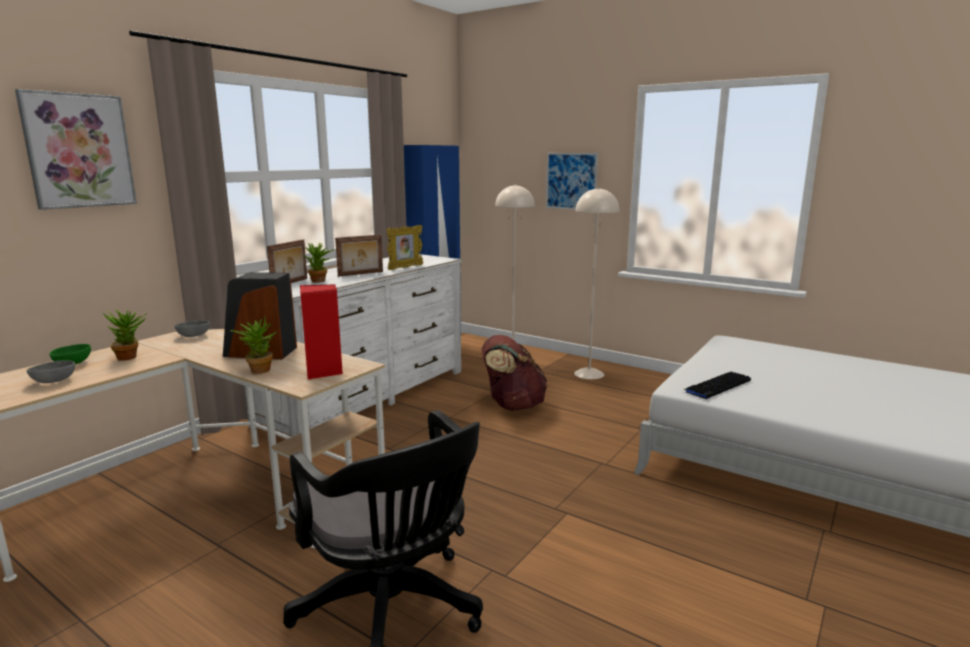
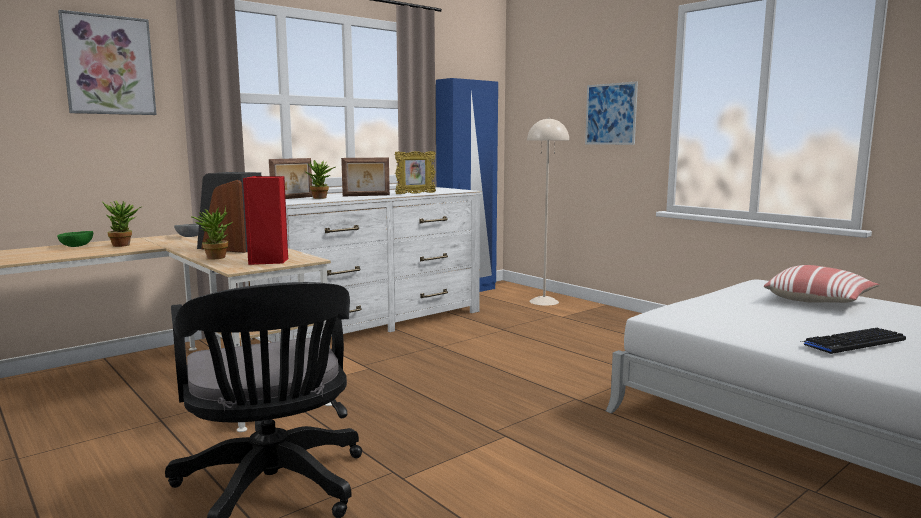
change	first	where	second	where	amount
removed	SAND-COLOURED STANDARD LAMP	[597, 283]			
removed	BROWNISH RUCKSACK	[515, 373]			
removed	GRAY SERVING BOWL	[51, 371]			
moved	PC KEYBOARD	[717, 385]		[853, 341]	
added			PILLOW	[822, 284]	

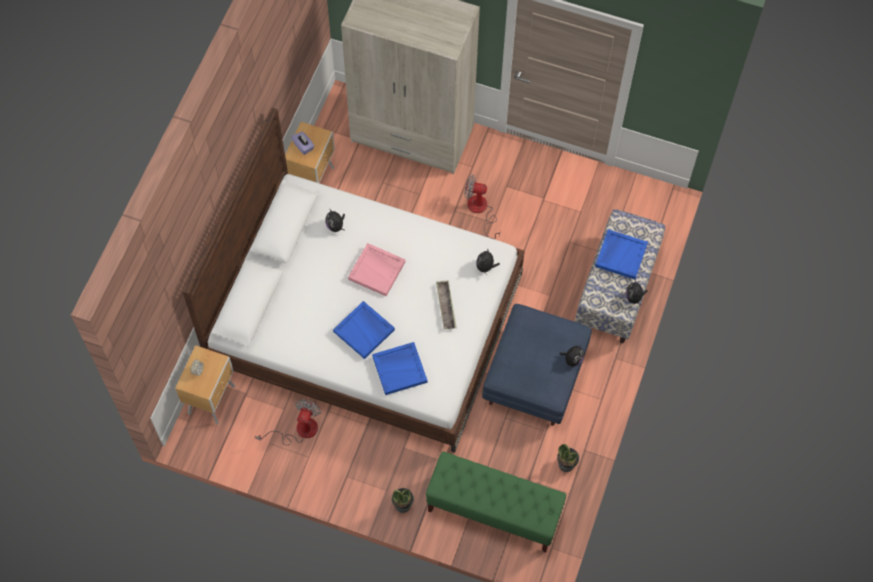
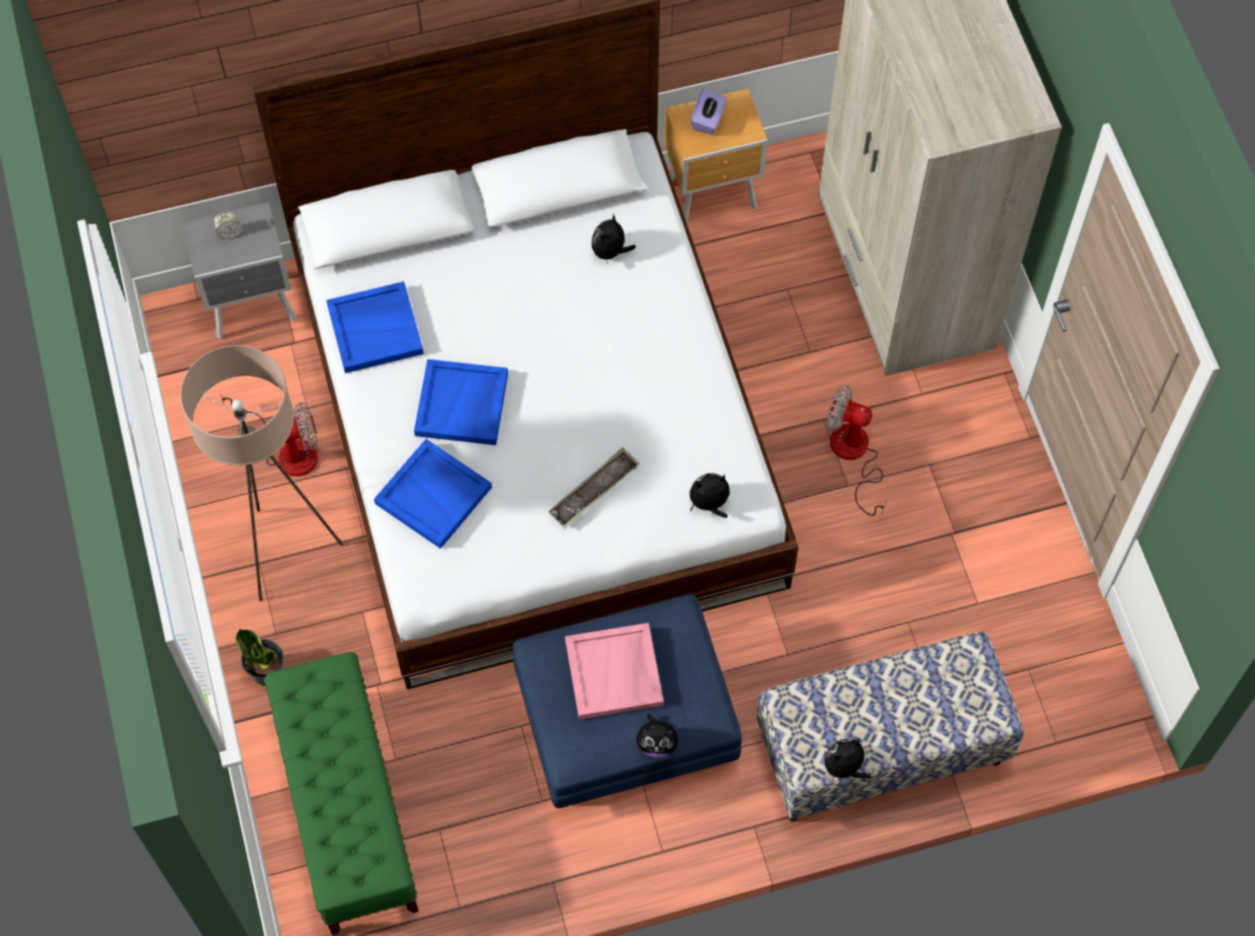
change	first	where	second	where	amount
turned	FAN	[483, 207]		[856, 450]	45 degrees counterclockwise
moved	BLUISH CARRYING TRAY	[621, 254]		[375, 327]	
moved	PINK-COLOURED CARRYING TRAY	[376, 269]		[614, 671]	
recoloured	BROWNISH NIGHTSTAND	[205, 385]	GRAY NIGHTSTAND	[239, 270]	
removed	PLANT IN A POT	[568, 458]			
added			SAND-COLOURED STANDARD LAMP	[261, 473]	

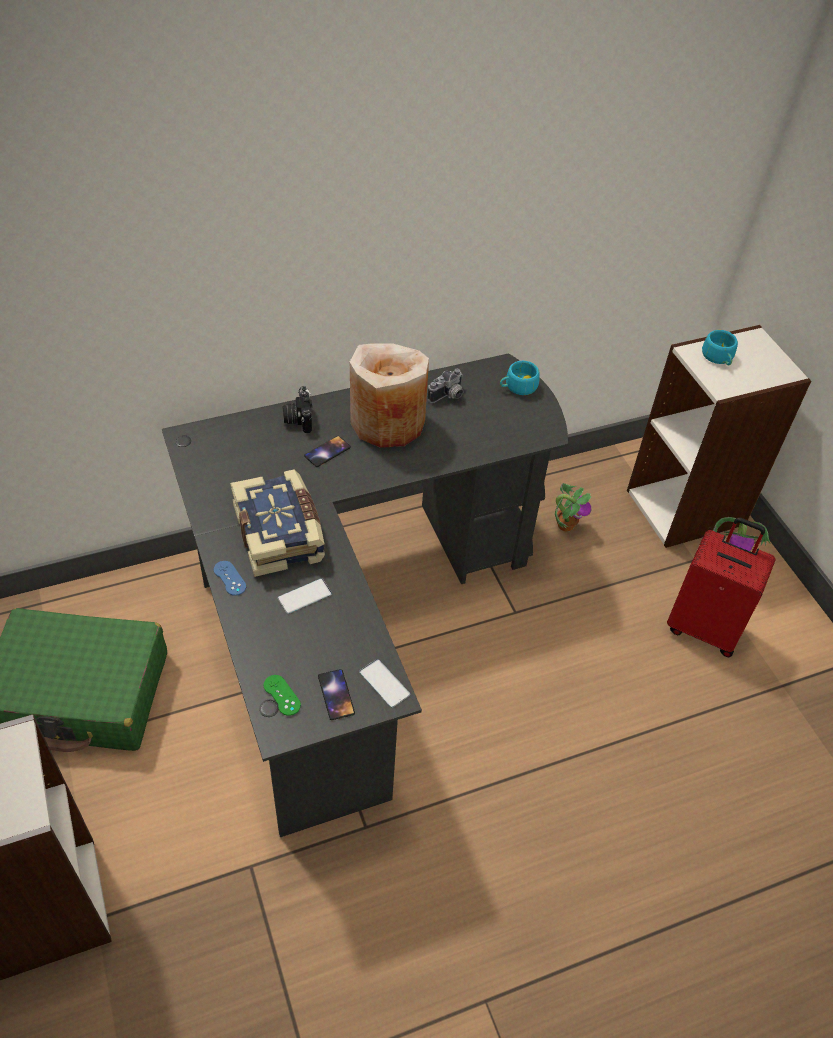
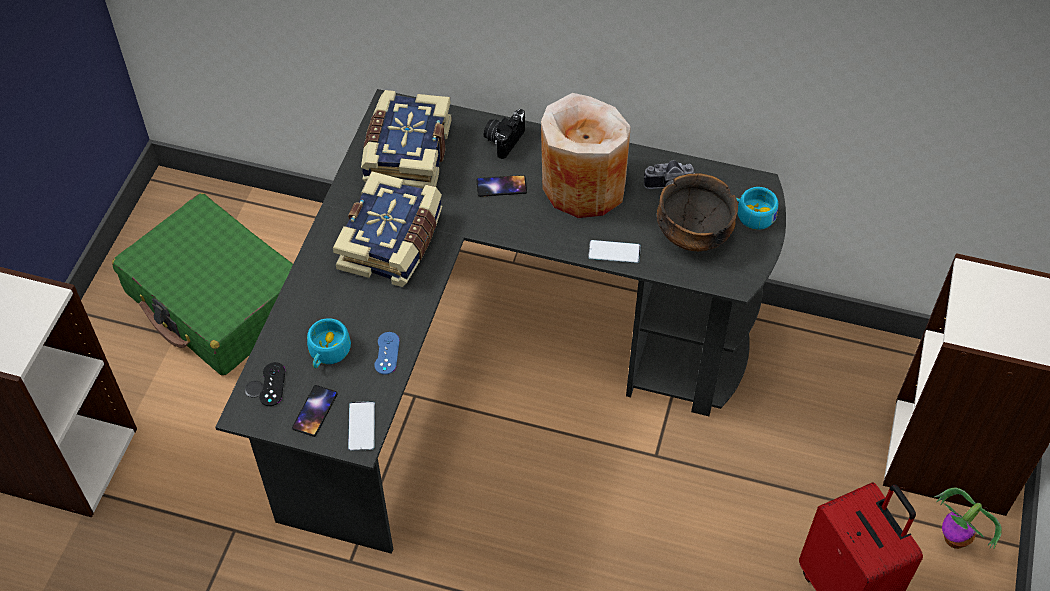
change	first	where	second	where	amount
moved	BLUE-GREEN CUP	[720, 348]		[329, 343]	
removed	PLANT IN A POT	[573, 507]			
moved	BLUISH JOYPAD	[230, 578]		[387, 353]	
moved	HANDSET	[305, 596]		[614, 251]	
recoloured	GREENISH JOYPAD	[282, 695]	BLACKISH JOYPAD	[272, 384]	
added			BOUND BOOK	[406, 139]	
added			SERVING BOWL	[697, 212]	

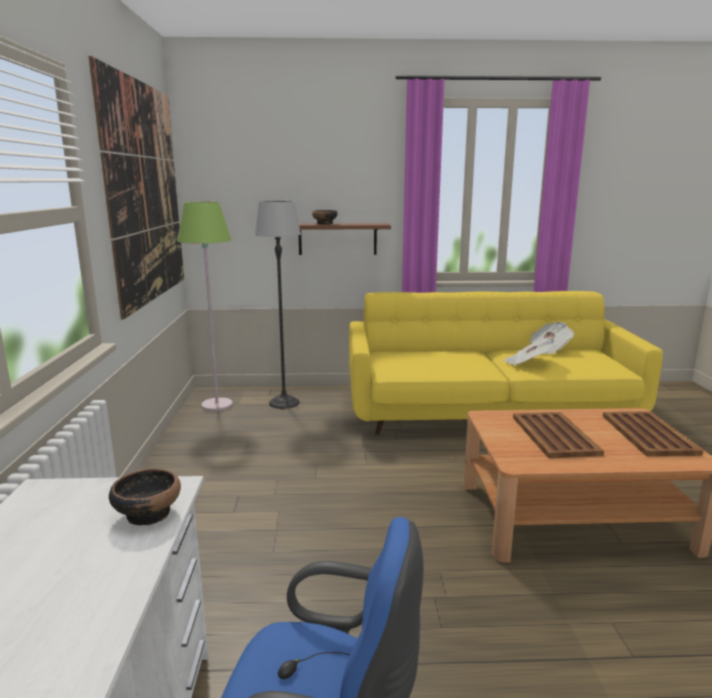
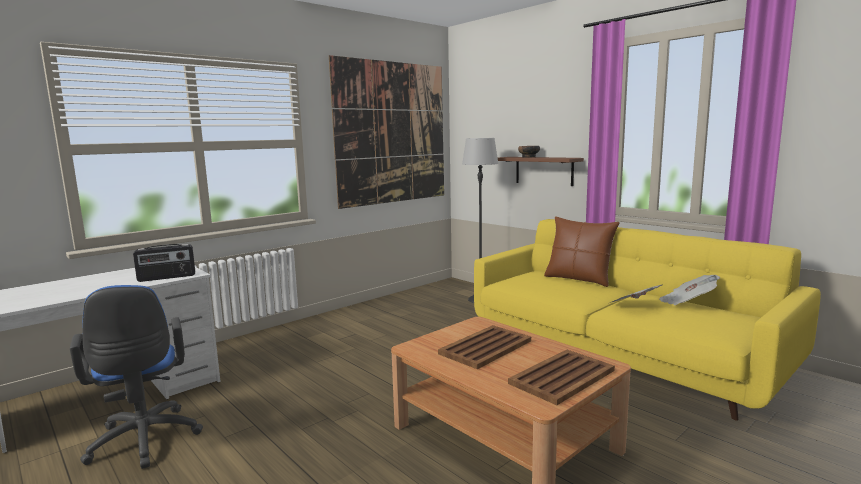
change	first	where	second	where	amount
removed	GREENISH STANDARD LAMP	[205, 307]			
replaced	SERVING BOWL	[145, 497]	RADIO	[164, 263]	
added			BROWNISH PILLOW	[582, 251]	

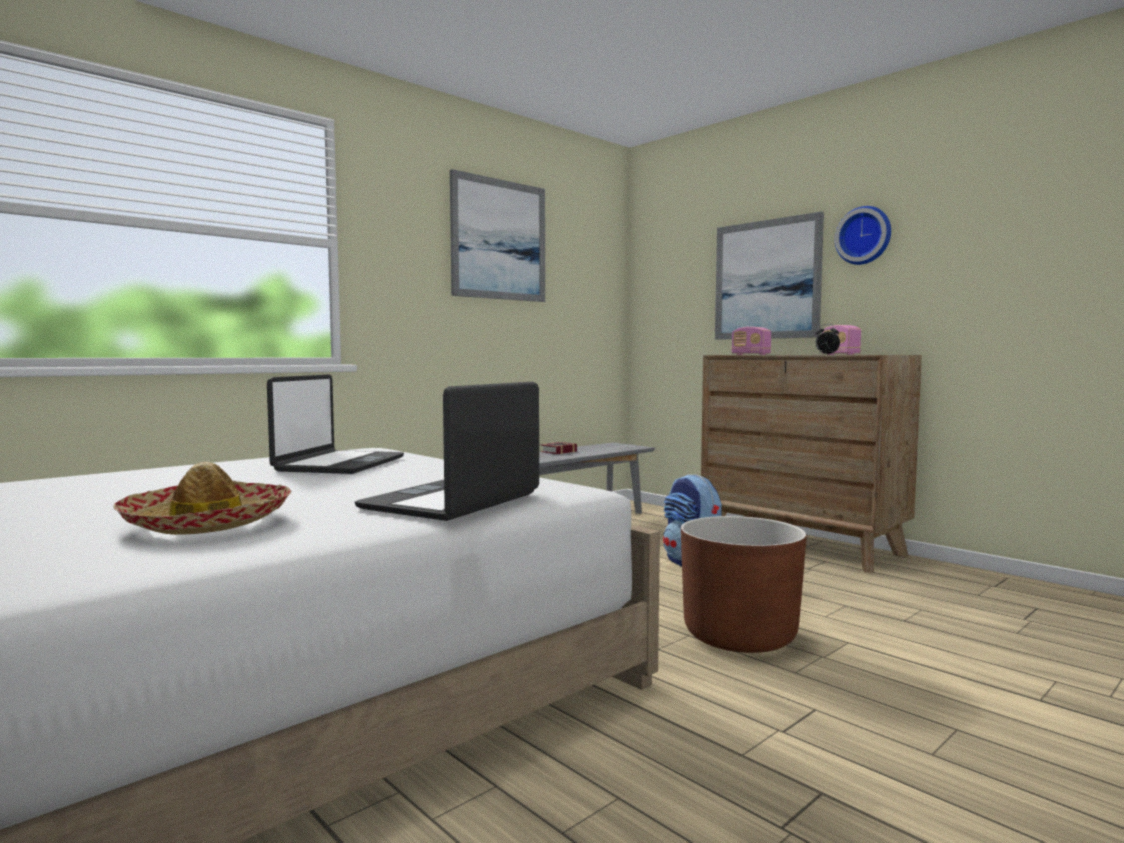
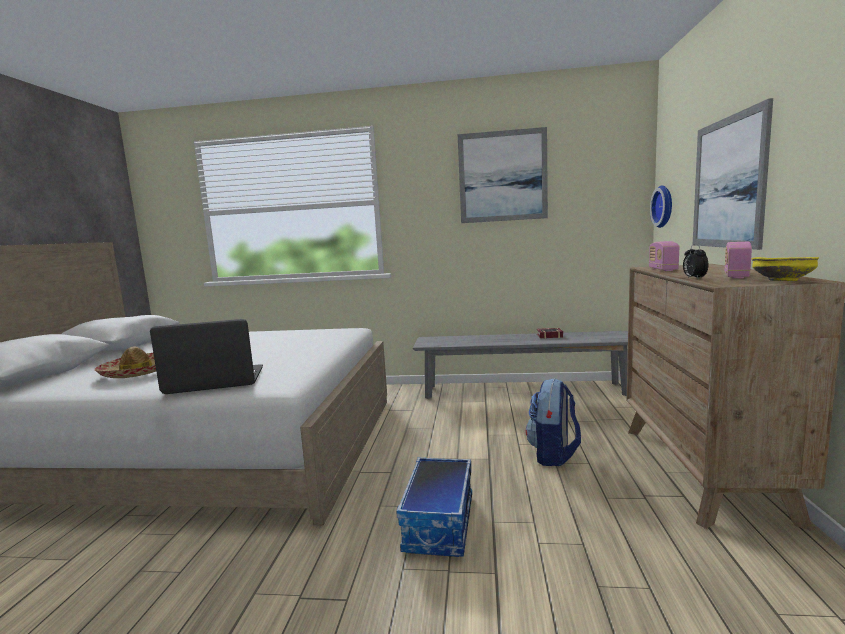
change	first	where	second	where	amount
moved	HANGING CLOCK	[863, 235]		[661, 206]	
removed	PORTABLE COMPUTER	[335, 424]			
replaced	BROWNISH PLANT POT	[744, 584]	STORAGE BOX	[434, 507]	
added			YELLOW SERVING BOWL	[785, 269]	

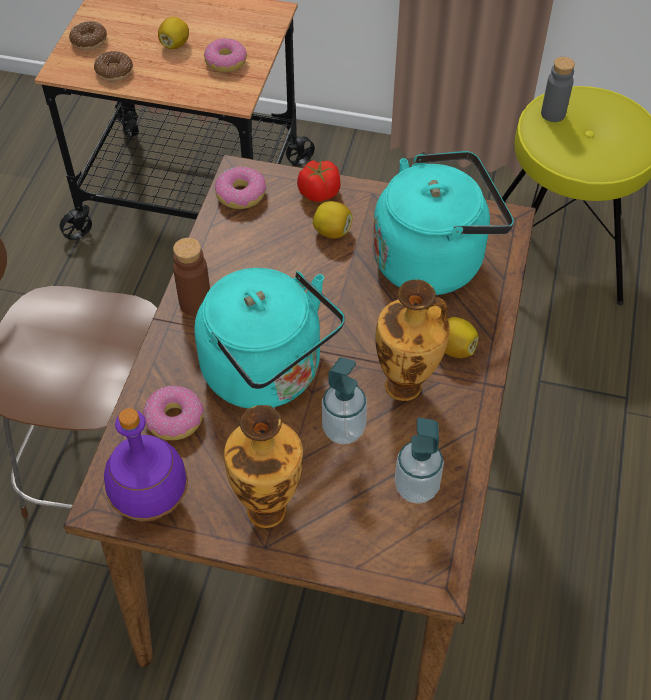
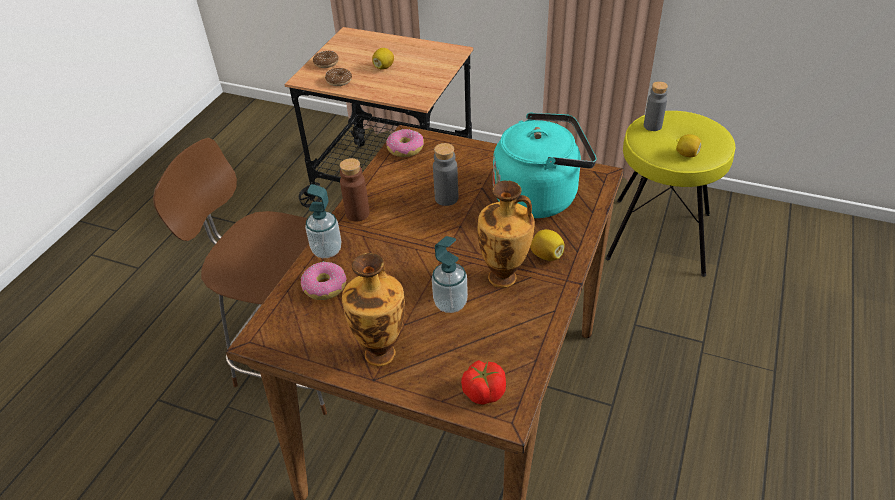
change	first	where	second	where	amount
removed	DONUT	[225, 55]			
moved	FRESH TOMATO	[318, 181]		[483, 382]	
moved	LEMON	[332, 220]		[689, 145]	
removed	BLUE-GREEN TEA KETTLE	[269, 338]			
removed	PURPLE-COLOURED BOTTLE	[146, 465]			
moved	SOAP BOTTLE	[419, 460]		[323, 221]	
added			GRAY BOTTLE	[445, 174]	

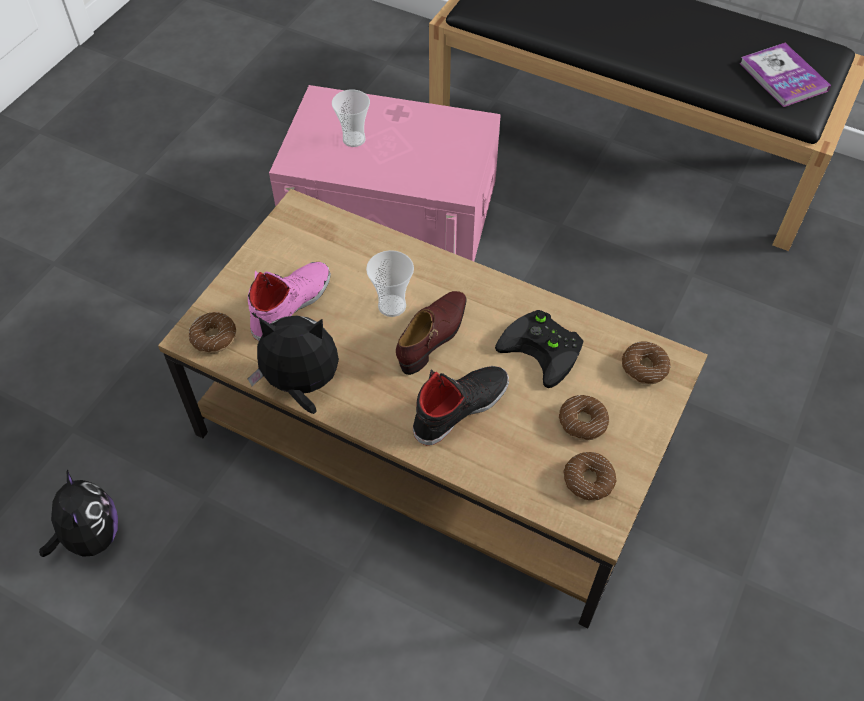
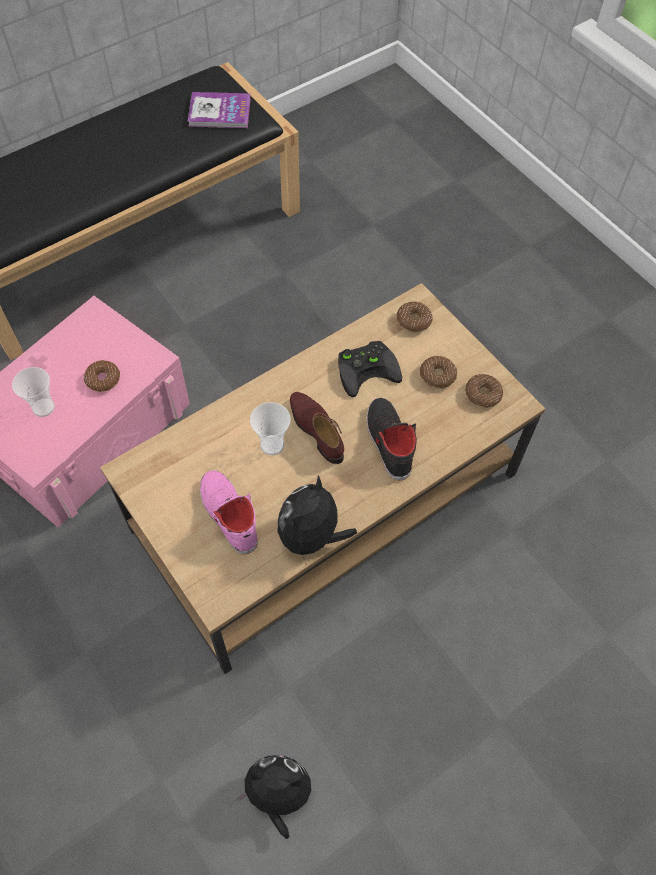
change	first	where	second	where	amount
moved	DONUT	[212, 332]		[102, 376]	

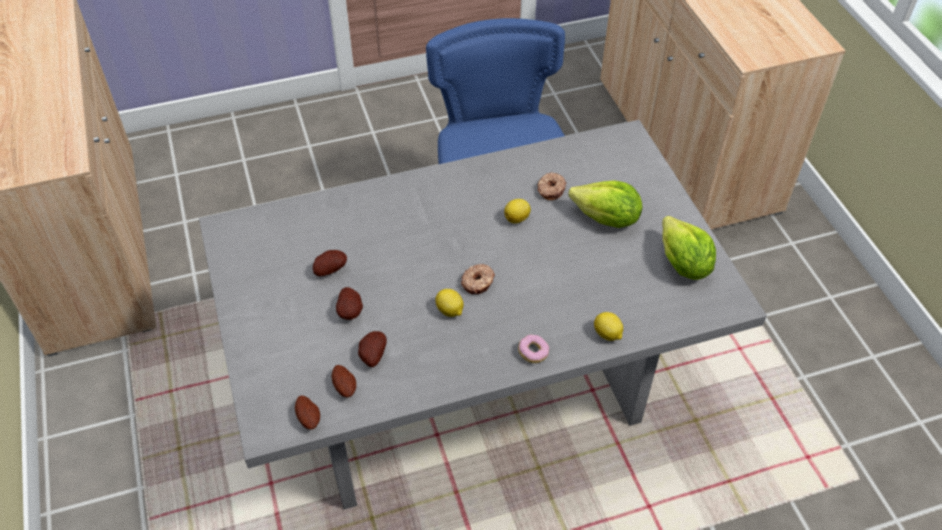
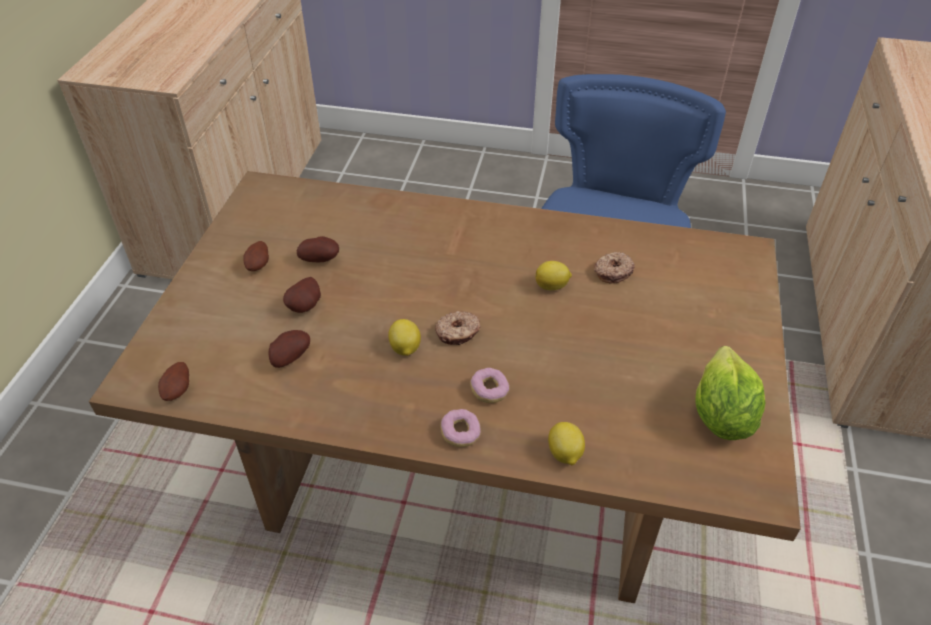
change	first	where	second	where	amount
recoloured	GRAY KITCHEN TABLE	[483, 315]	BROWNISH KITCHEN TABLE	[445, 387]	
removed	LETTUCE HEAD	[605, 204]			
moved	POTATO	[344, 381]		[256, 256]	
added			DONUT	[489, 385]	

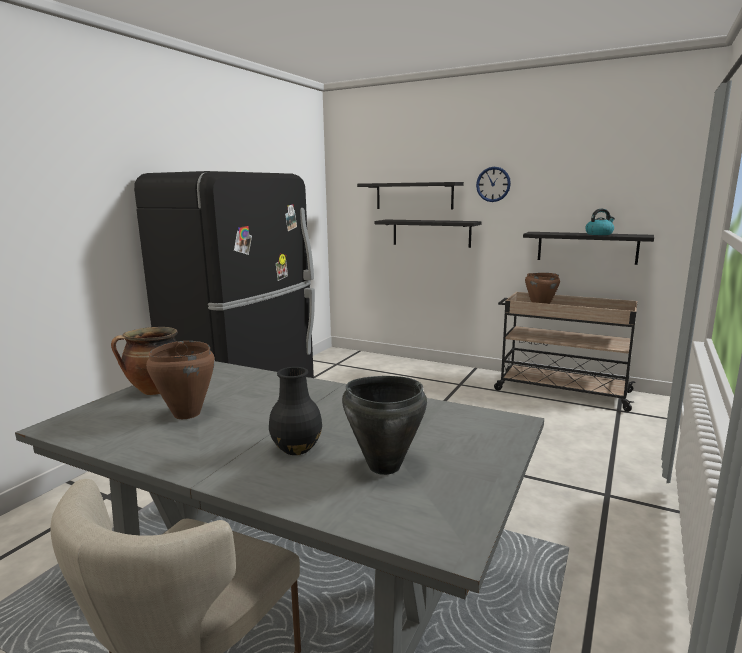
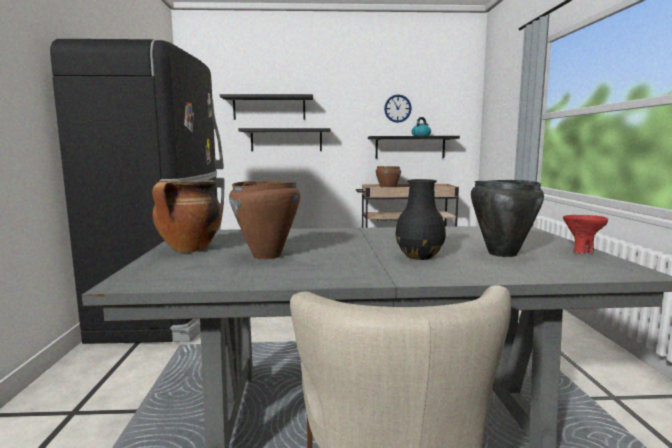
change	first	where	second	where	amount
moved	HANGING CLOCK	[493, 184]		[398, 108]	
added			RED-COLOURED SERVING BOWL	[585, 234]	

